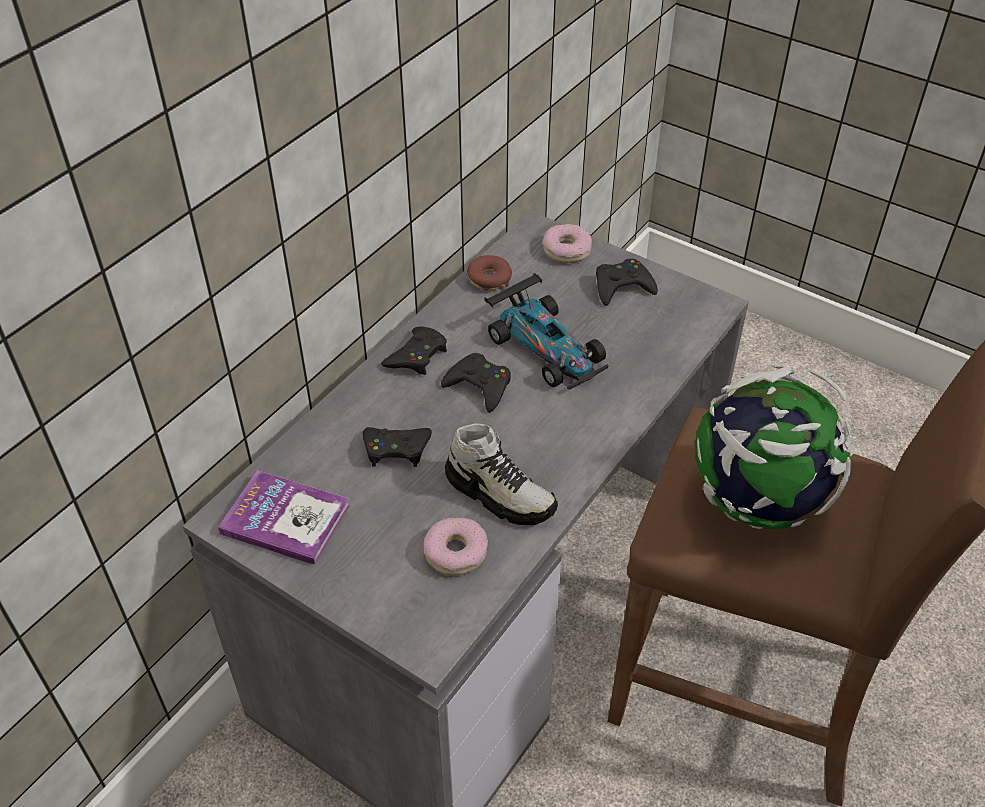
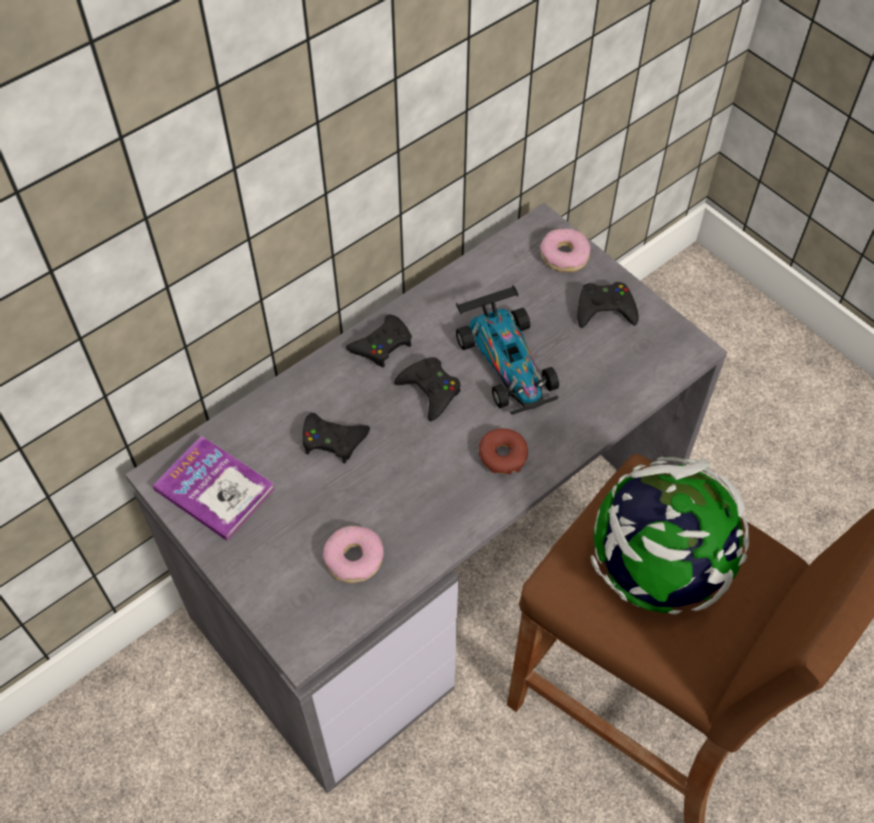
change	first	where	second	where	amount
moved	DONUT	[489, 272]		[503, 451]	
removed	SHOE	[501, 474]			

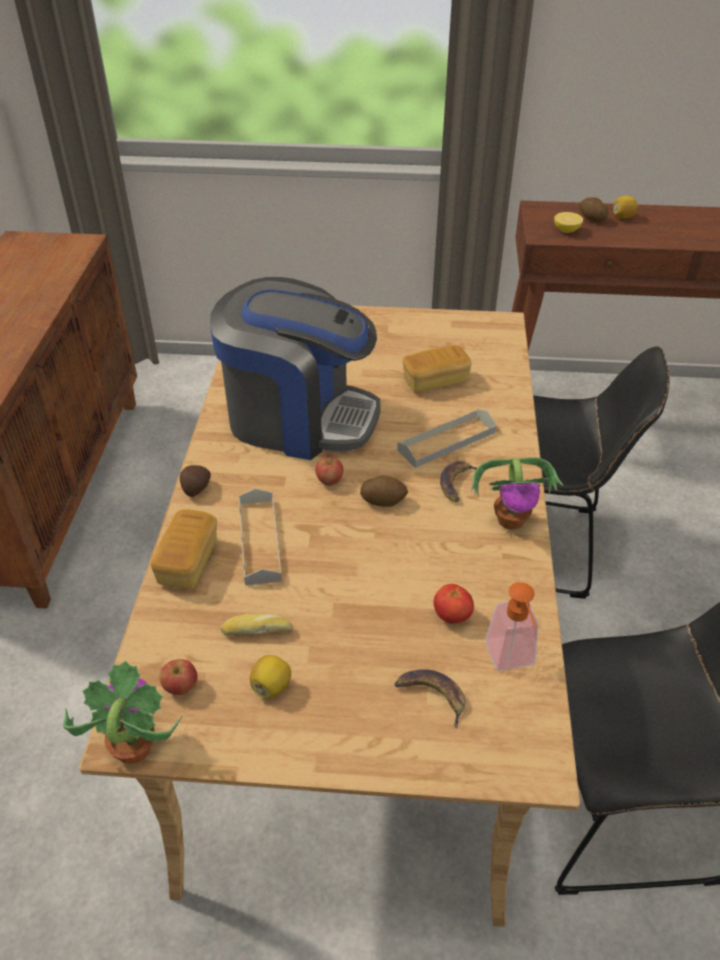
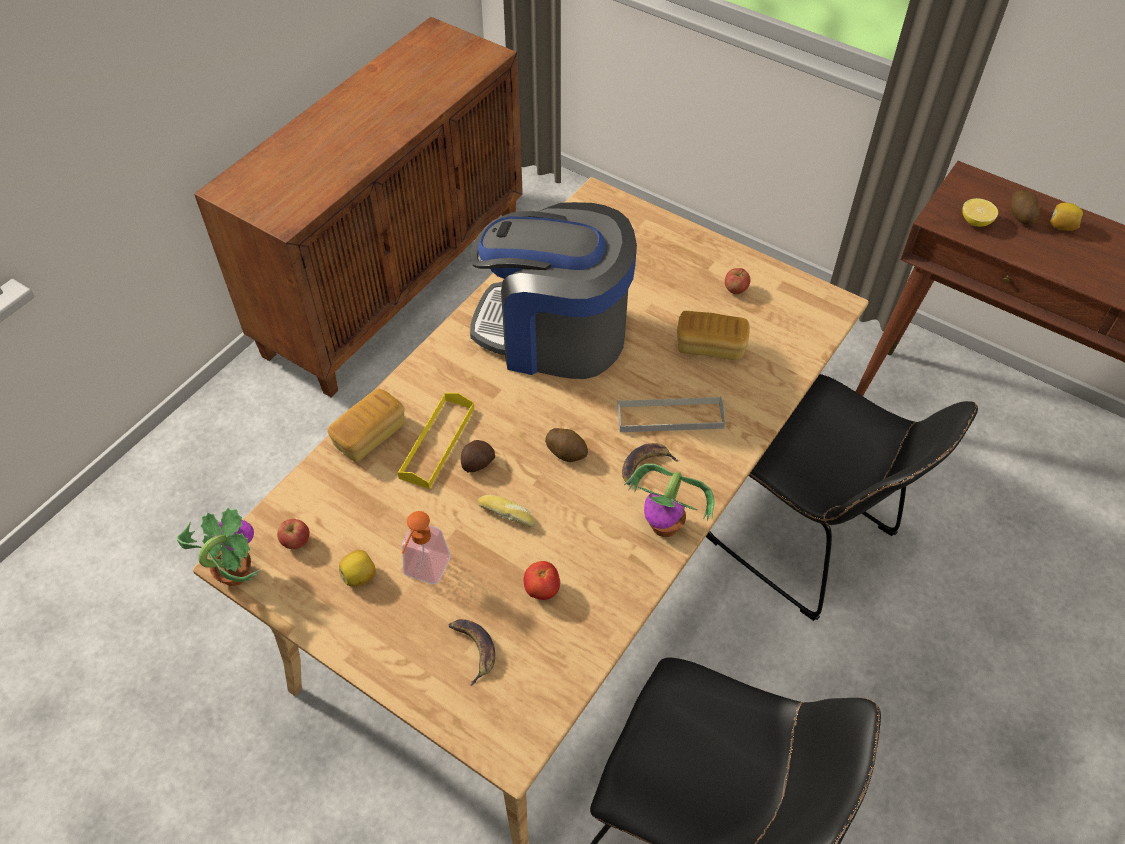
change	first	where	second	where	amount
turned	COFFEE MAKER	[295, 368]		[553, 290]	150 degrees clockwise
moved	APPLE	[329, 471]		[737, 281]	
moved	POTATO	[195, 481]		[478, 456]	
recoloured	GRAY CARRYING TRAY	[260, 537]	YELLOW CARRYING TRAY	[435, 441]	
moved	SOAP BOTTLE	[511, 626]		[426, 547]	
moved	BREAD	[256, 624]		[507, 511]	

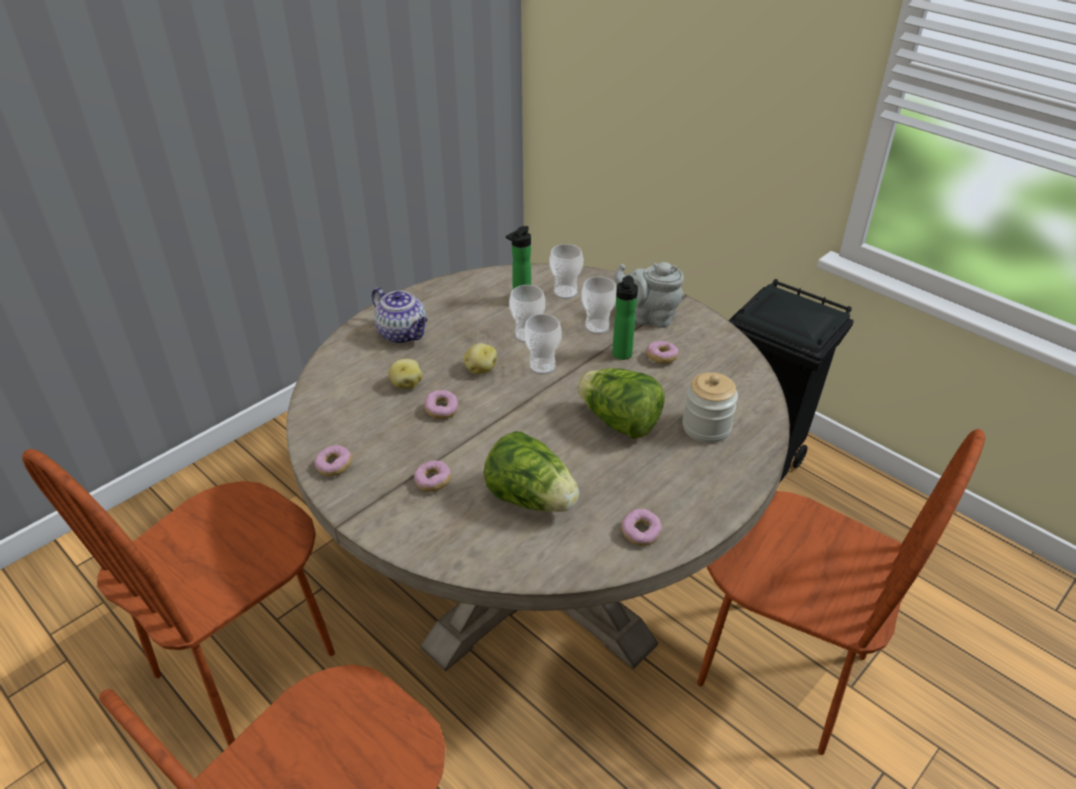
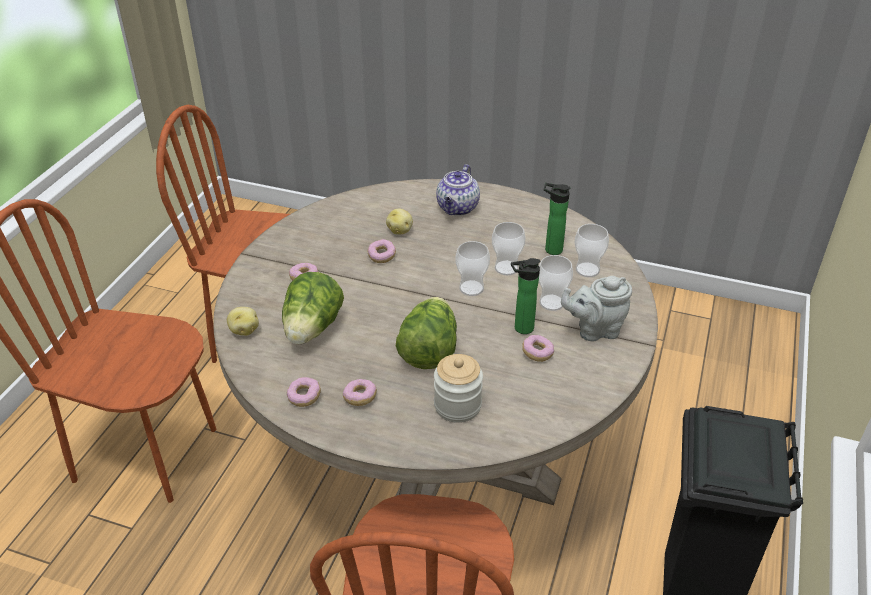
change	first	where	second	where	amount
turned	GRAY POT FOR TEA	[649, 295]		[596, 308]	90 degrees counterclockwise
moved	POTATO	[480, 358]		[243, 321]	
moved	DONUT	[333, 460]		[360, 392]	

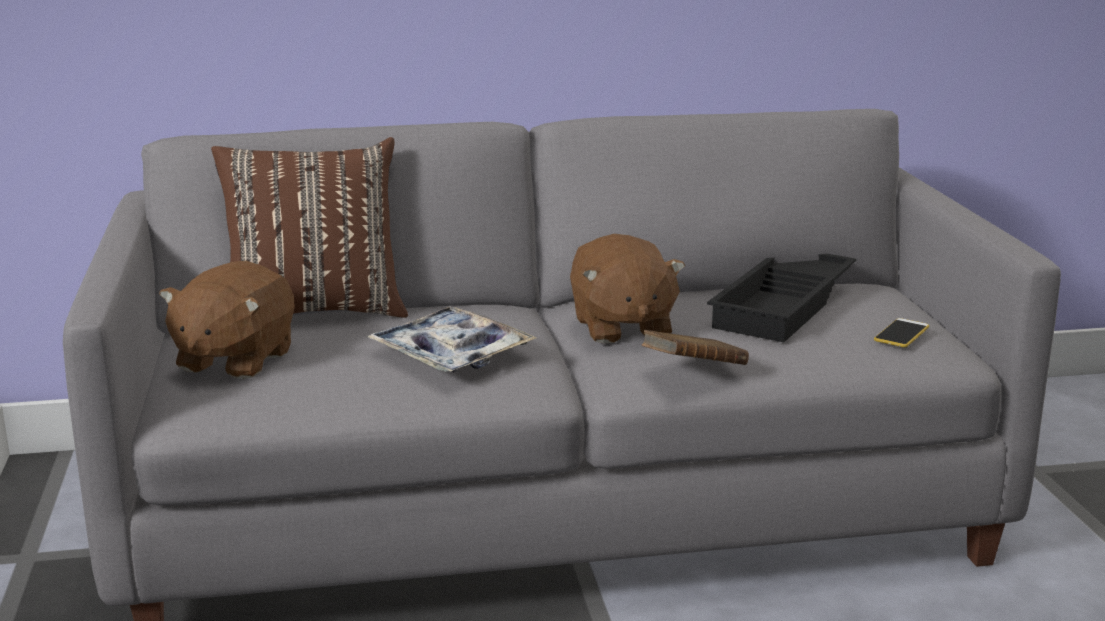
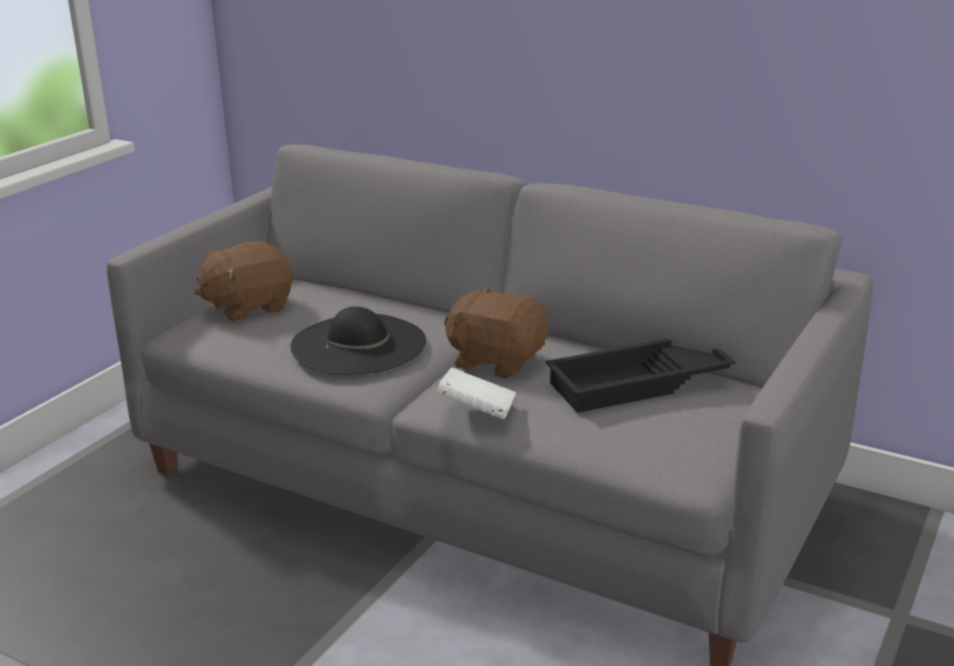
change	first	where	second	where	amount
removed	BROWNISH PILLOW	[309, 227]			
turned	BROWNISH SOFT TOY	[627, 289]		[496, 332]	90 degrees clockwise
replaced	CARRYING TRAY	[452, 339]	BLACKISH HAT	[358, 341]	
removed	HANDSET	[901, 332]			
recoloured	BROWNISH BOUND BOOK	[695, 347]	WHITE-COLOURED BOUND BOOK	[476, 393]	

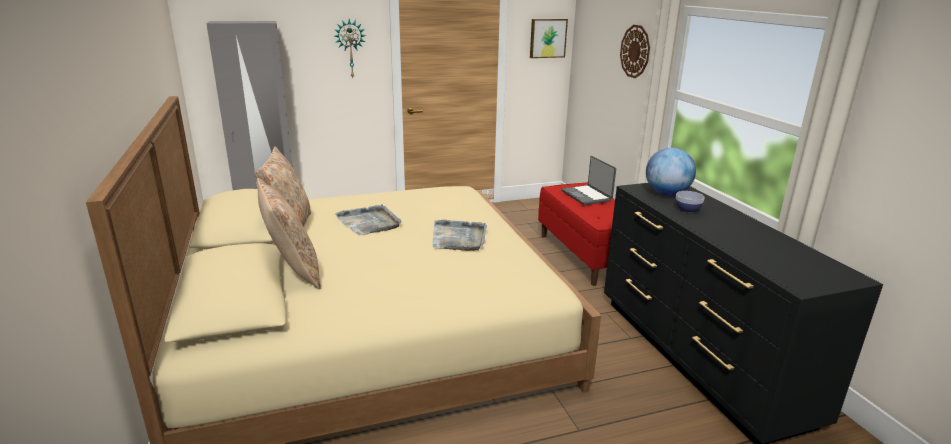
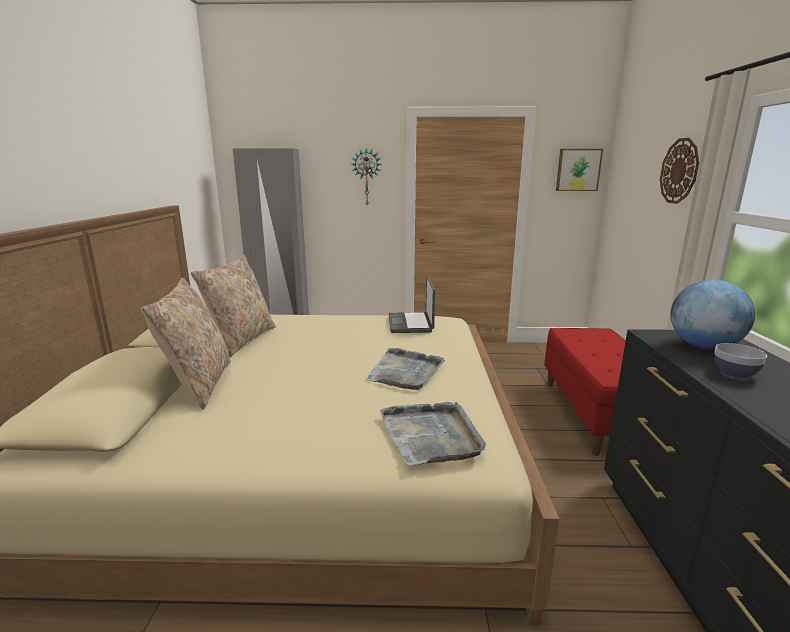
change	first	where	second	where	amount
moved	PORTABLE COMPUTER	[588, 180]		[411, 304]	
moved	GRAY CARRYING TRAY	[368, 219]		[433, 433]	

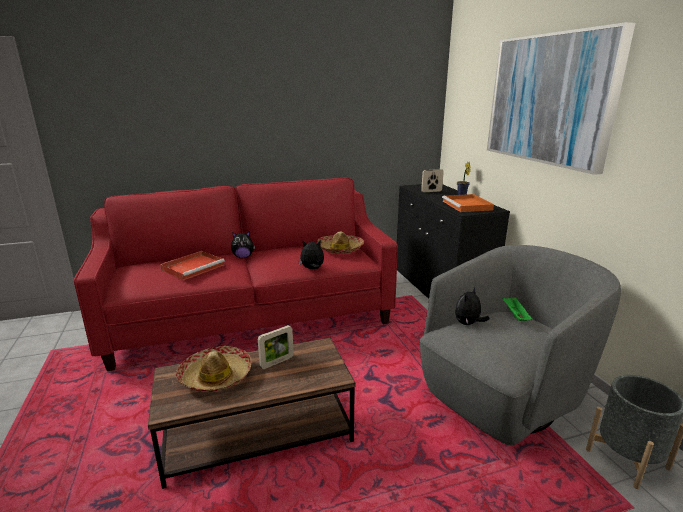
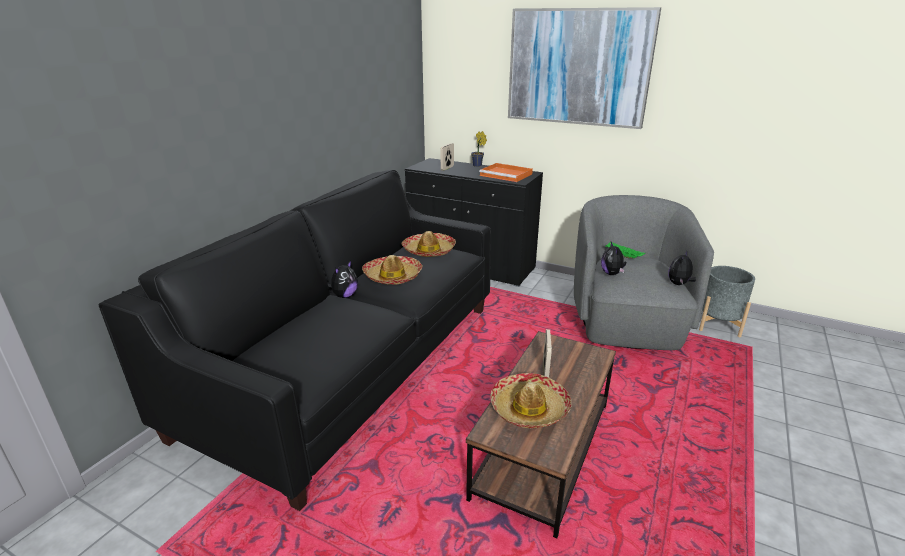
change	first	where	second	where	amount
recoloured	RED-COLOURED SETTEE	[236, 274]	BLACKISH SETTEE	[295, 340]	
moved	SOFT TOY	[311, 254]		[682, 268]	
removed	RED-COLOURED CARRYING TRAY	[192, 265]			
added			HAT	[392, 270]	

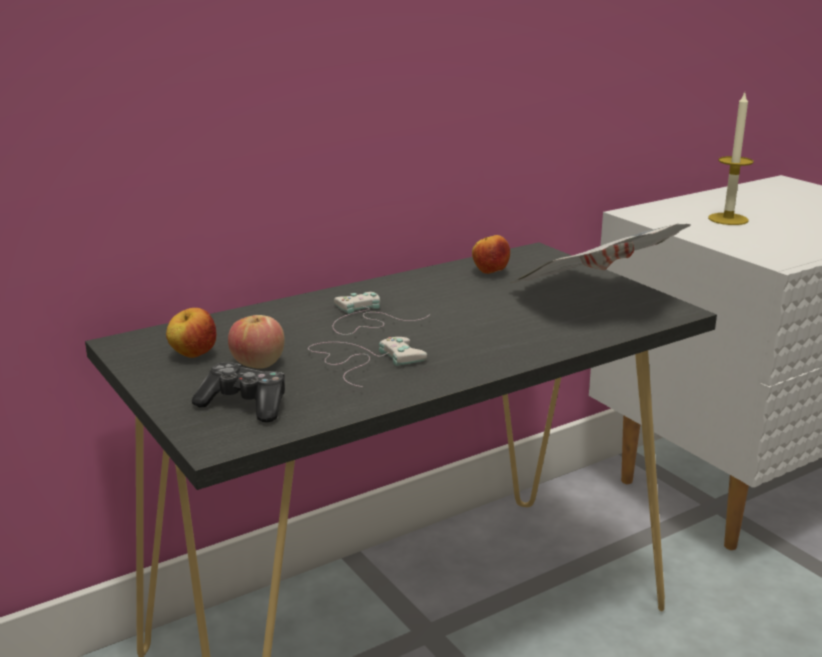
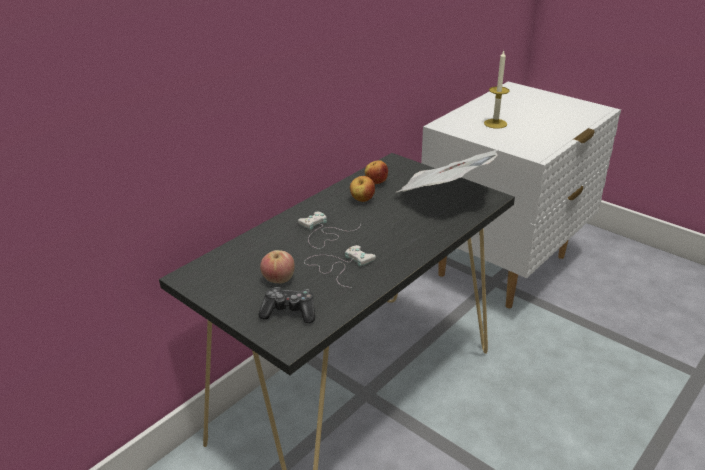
change	first	where	second	where	amount
moved	APPLE	[191, 333]		[362, 189]	

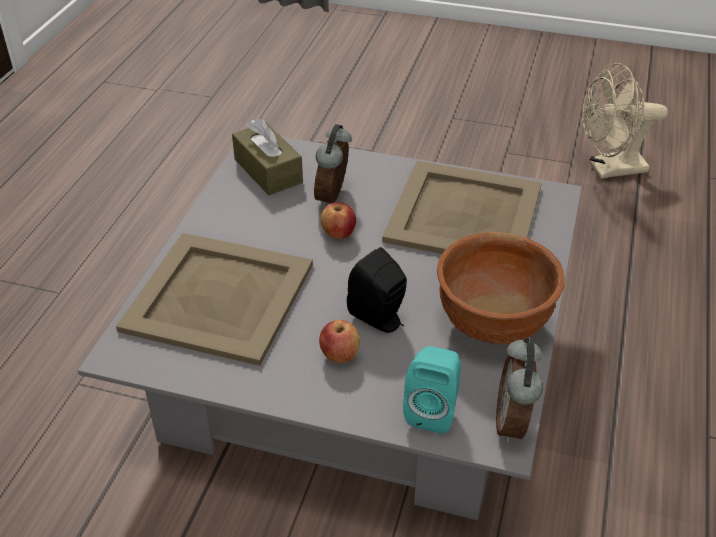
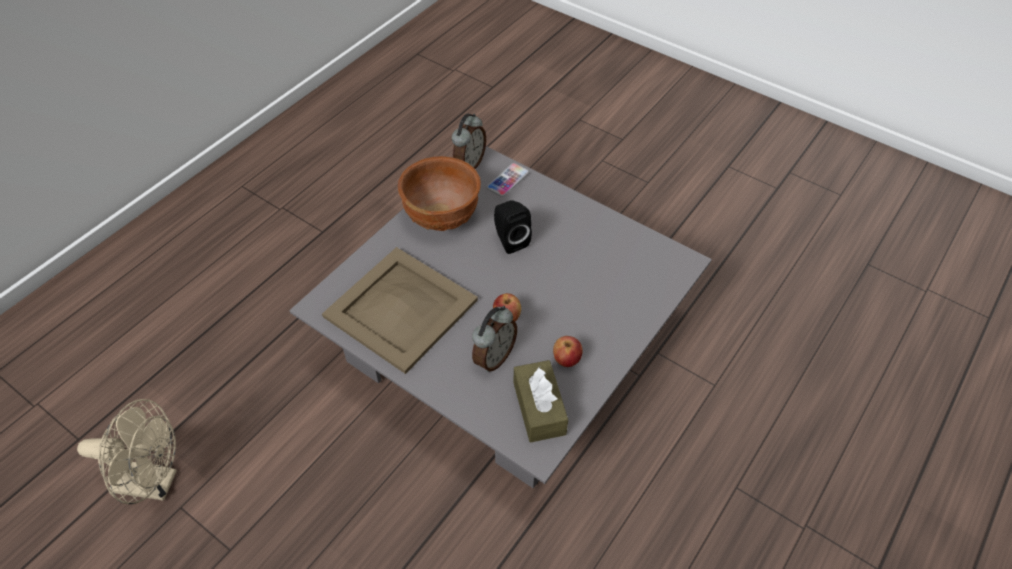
change	first	where	second	where	amount
removed	SAND-COLOURED CARRYING TRAY	[214, 299]			
moved	APPLE	[339, 341]		[568, 351]	
replaced	BLUE-GREEN AUDIO SPEAKER	[432, 389]	HANDSET	[508, 180]	

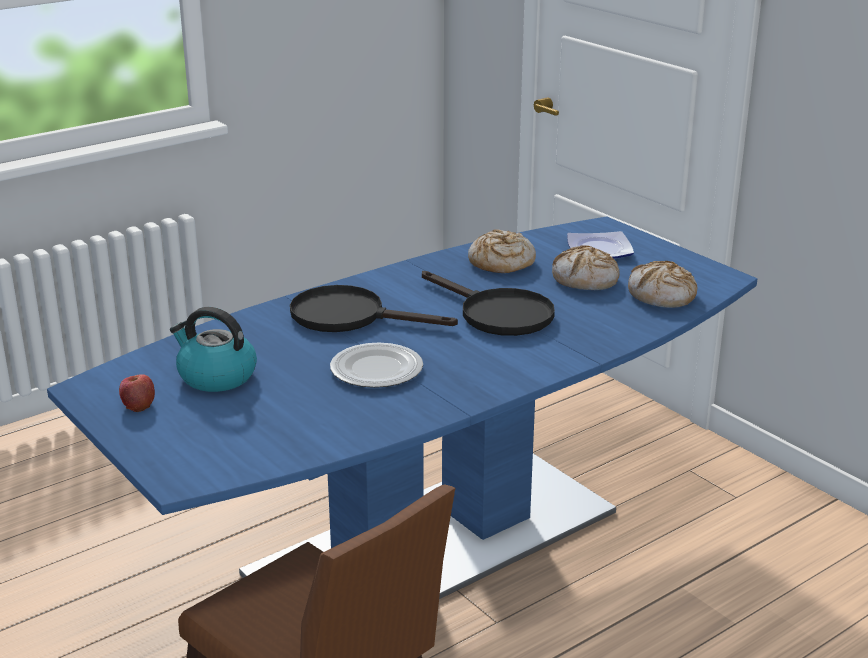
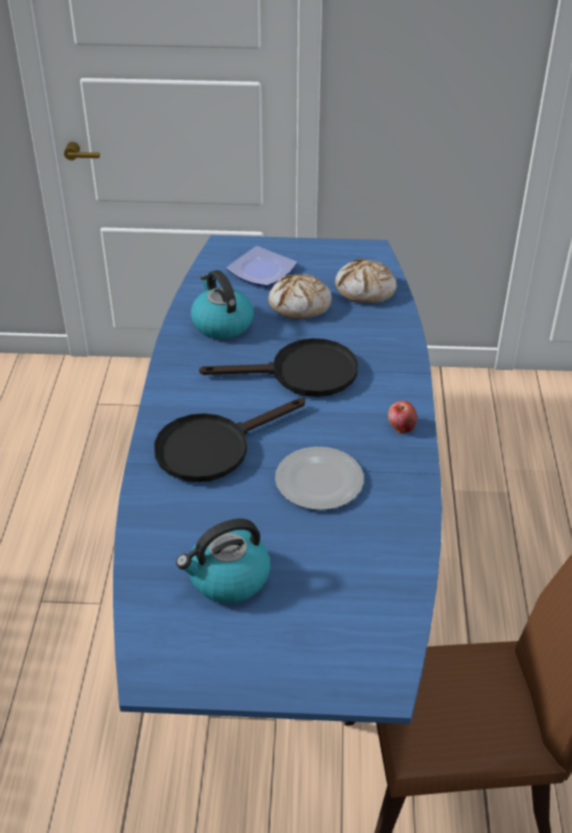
change	first	where	second	where	amount
replaced	BREAD	[502, 251]	TEA KETTLE	[222, 304]	
moved	APPLE	[137, 393]		[402, 417]	

